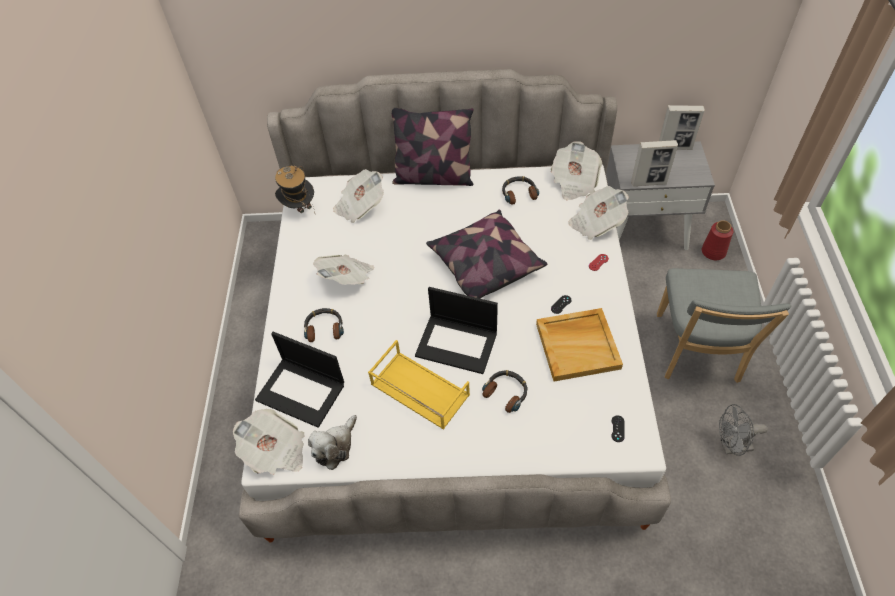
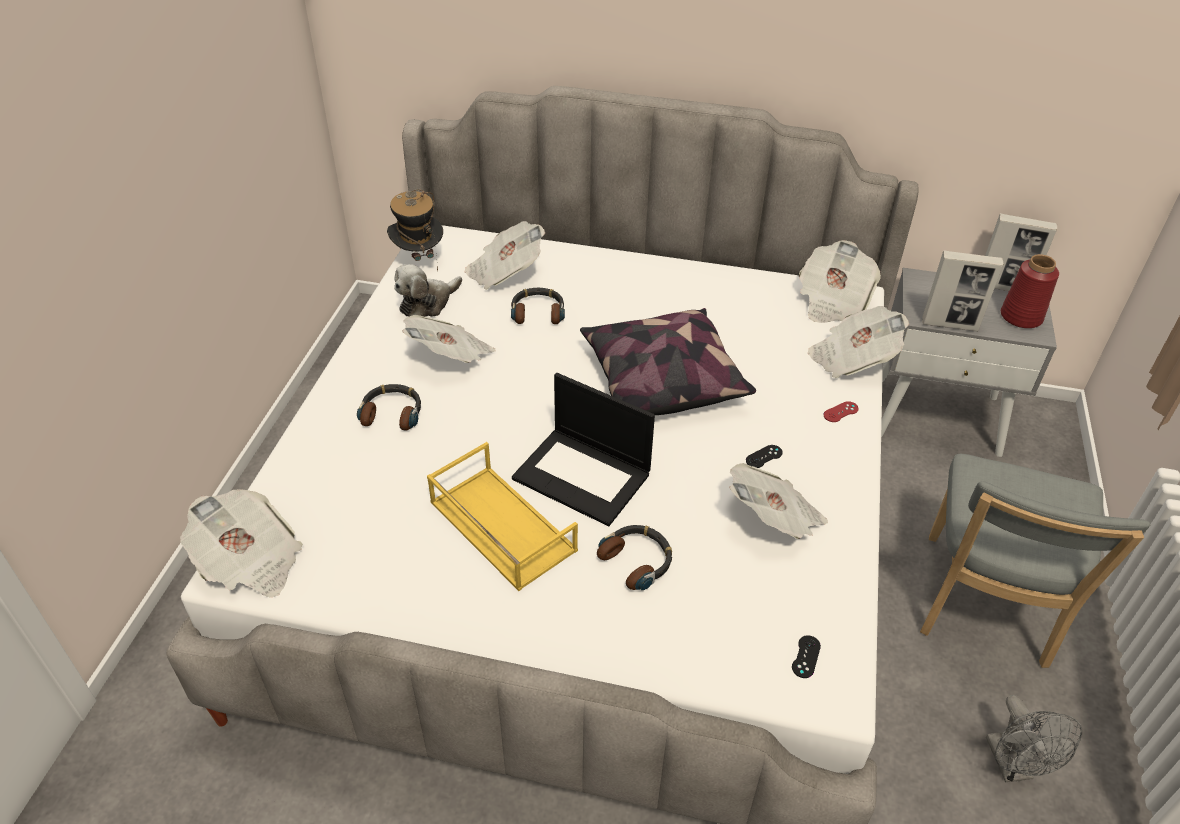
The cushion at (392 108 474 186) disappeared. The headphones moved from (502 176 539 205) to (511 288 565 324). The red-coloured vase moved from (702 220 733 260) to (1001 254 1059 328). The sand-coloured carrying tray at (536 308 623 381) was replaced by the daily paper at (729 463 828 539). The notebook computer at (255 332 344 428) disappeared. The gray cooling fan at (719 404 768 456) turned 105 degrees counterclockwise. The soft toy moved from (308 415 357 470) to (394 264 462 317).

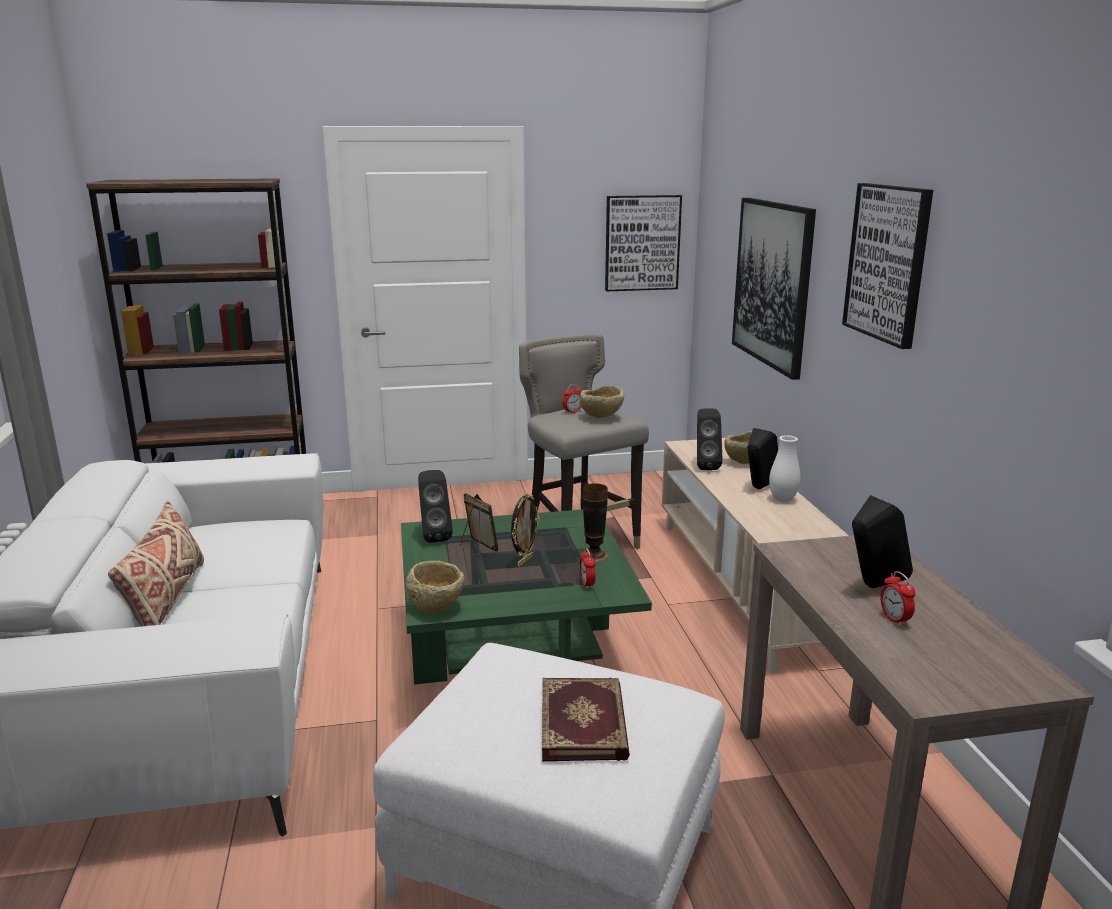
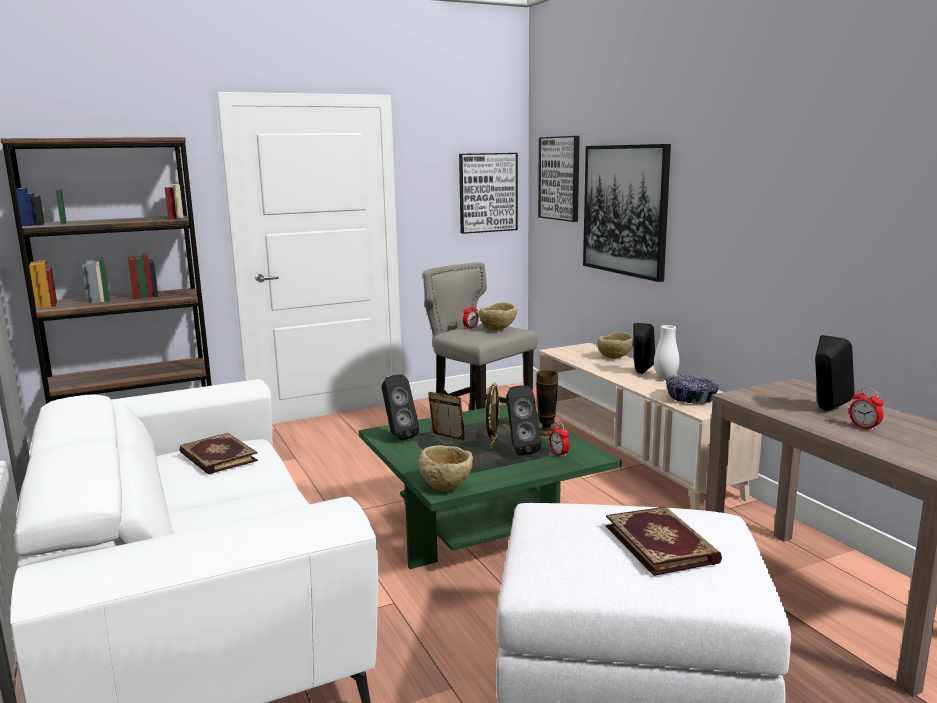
The wall picture moved from (842 183 933 349) to (538 136 580 222). The blackish audio speaker moved from (697 408 723 470) to (506 385 541 455). The sand-coloured cushion at (108 501 204 627) disappeared. The bowl at (665 375 720 404) appeared. The bound book at (179 433 258 474) appeared.

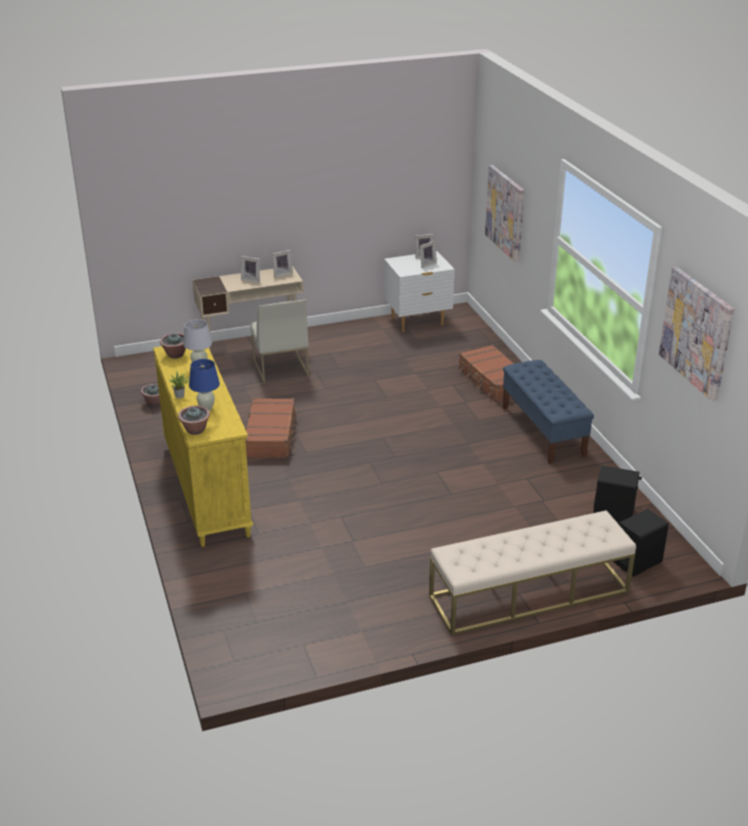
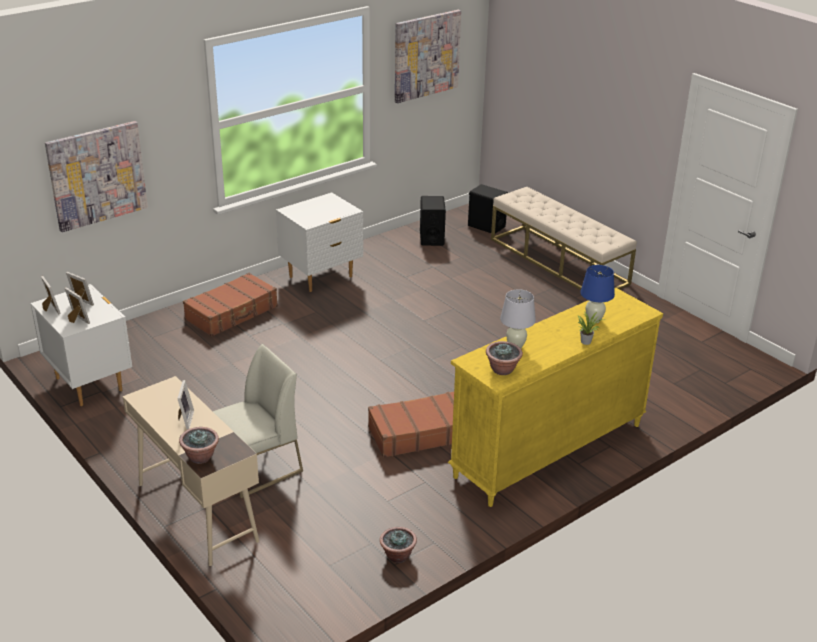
The standing frame moved from (272 250 293 277) to (64 287 90 324). The bluish long seat at (502 360 594 464) was replaced by the white-coloured nightstand at (276 192 363 292). The potted plant moved from (178 406 210 435) to (179 427 219 464).

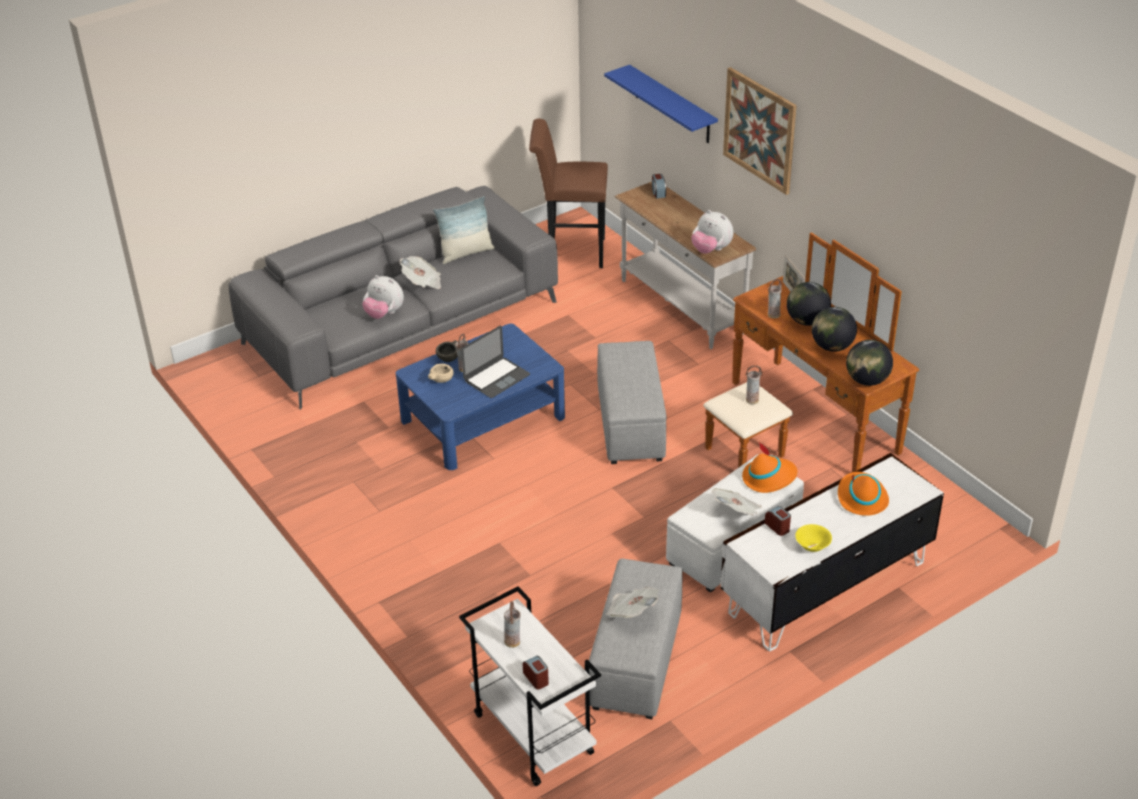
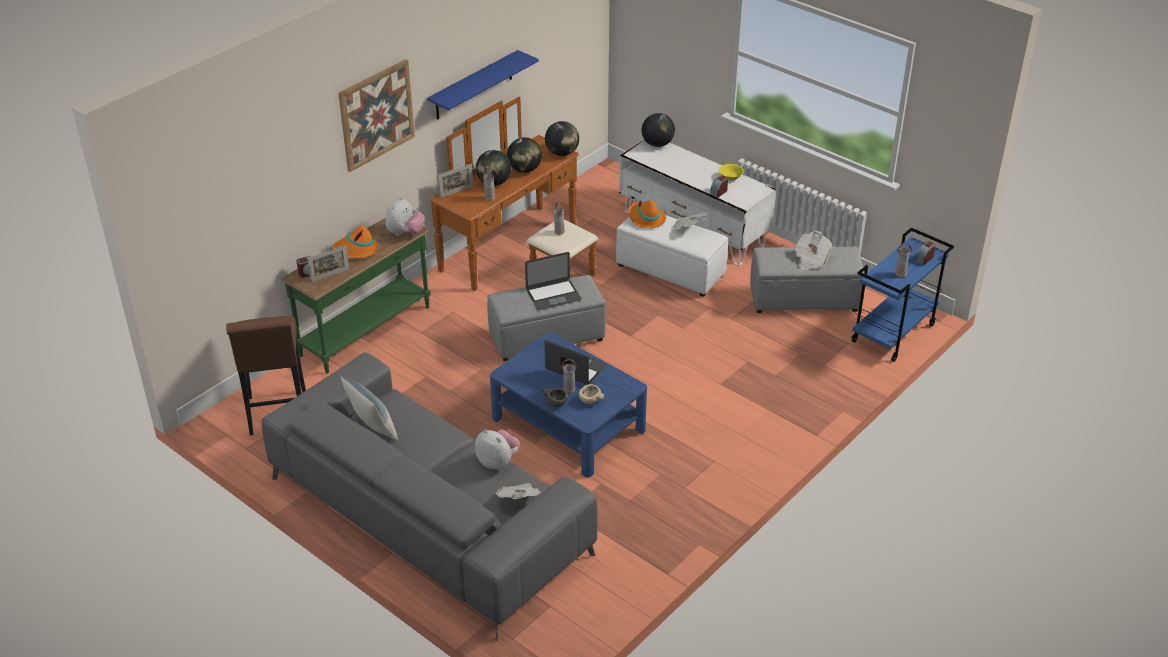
The bluish shelf moved from (604 65 718 143) to (427 50 539 120). The white-coloured console table at (615 182 756 349) became the green-coloured console table at (281 218 431 374). The daily paper moved from (400 256 441 289) to (496 483 541 499). The soft toy at (362 275 404 319) turned 60 degrees counterclockwise. The orange-coloured clothing hat moved from (838 472 889 516) to (333 225 378 258). The white-coloured cart at (459 586 601 786) became the bluish cart at (851 228 954 362). The desk globe at (641 113 675 147) appeared. The standing frame at (308 245 349 282) appeared. The notebook computer at (525 252 582 310) appeared.

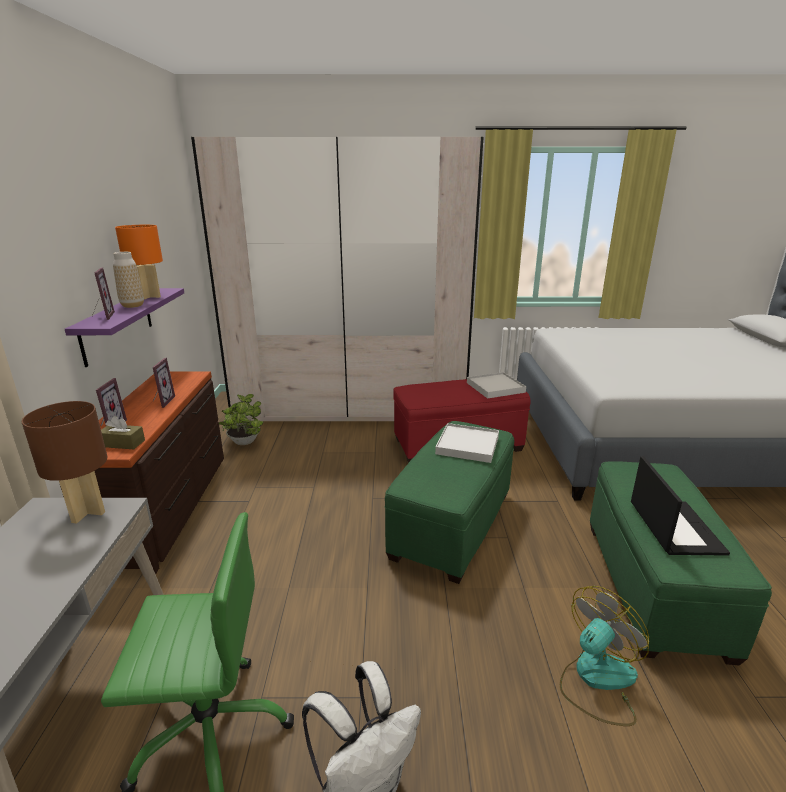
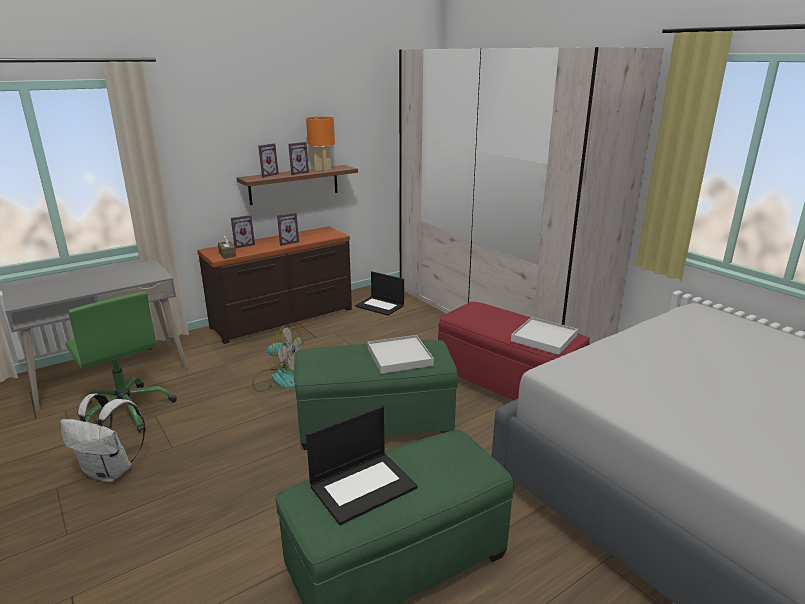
The vase at (113 252 144 308) was replaced by the standing frame at (288 142 309 175). The purple shelf at (65 288 184 367) became the brown-coloured shelf at (236 165 358 205). The potted plant at (219 394 264 445) was replaced by the notebook computer at (355 271 404 316). The brown-coloured table lamp at (22 401 107 523) disappeared. The cooling fan moved from (560 586 649 726) to (252 325 304 392).

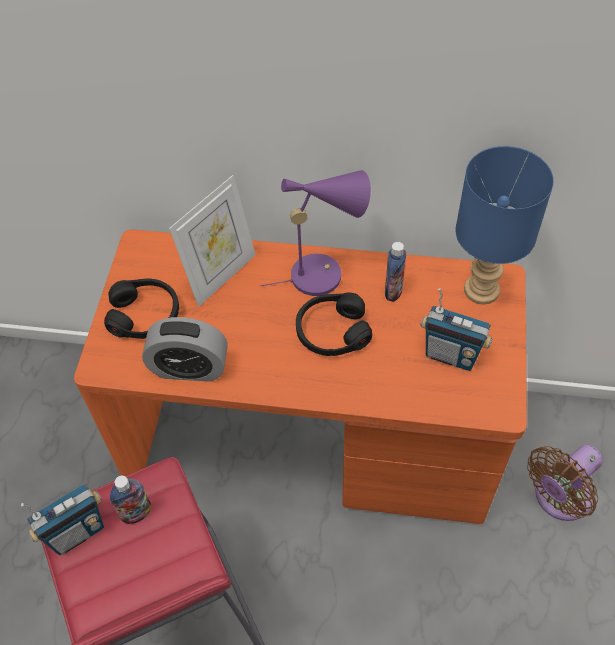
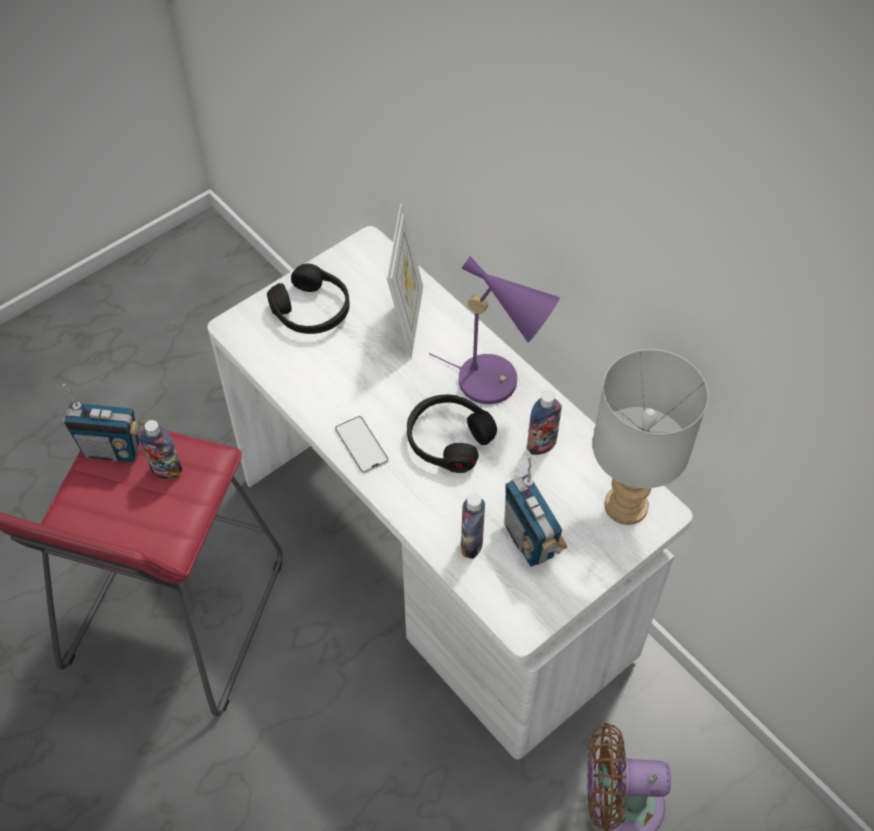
The bluish table lamp at (455 146 554 304) became the gray table lamp at (592 349 708 525). The standing frame at (169 175 255 307) turned 75 degrees counterclockwise. The orange-coloured desk at (74 230 527 524) became the white-coloured desk at (207 226 693 760). The bedside clock at (142 317 228 382) disappeared. The handset at (335 416 389 473) appeared. The drink bottle at (461 493 485 559) appeared.

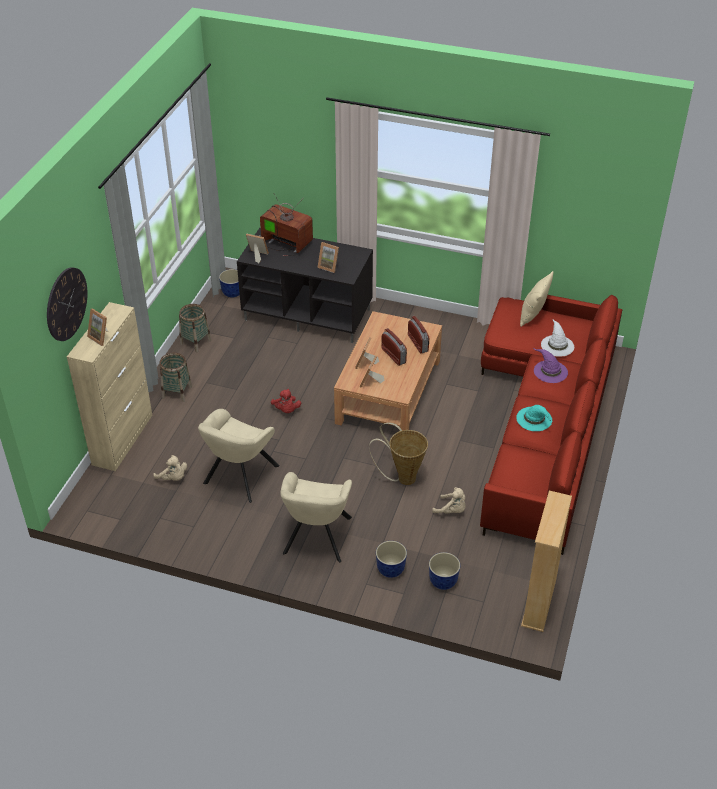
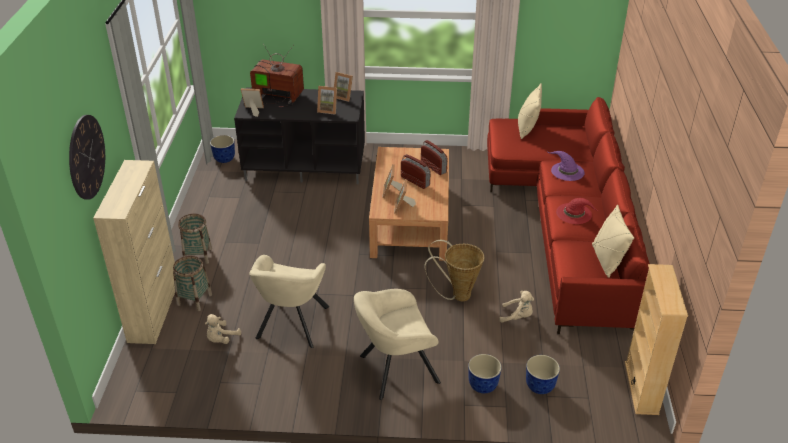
The basket moved from (179 304 211 352) to (173 256 212 311). The standing frame moved from (87 308 108 346) to (334 72 353 102). The white-coloured clothing hat at (541 320 574 357) disappeared. The red-coloured soft toy at (271 389 301 413) disappeared. The turquoise-coloured clothing hat at (516 405 553 431) became the red-coloured clothing hat at (556 198 599 224). The sand-coloured soft toy at (153 455 187 481) turned 105 degrees clockwise. The sand-coloured easy chair at (280 472 352 562) turned 75 degrees clockwise. The sand-coloured cushion at (592 205 634 278) appeared.

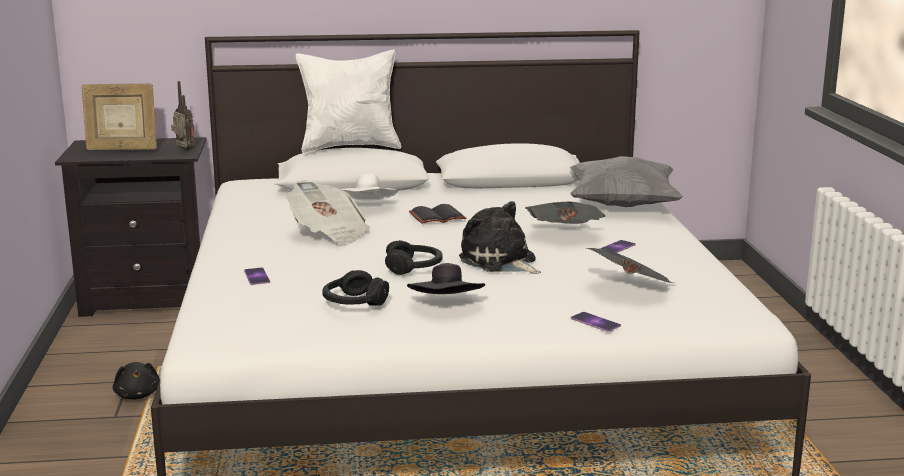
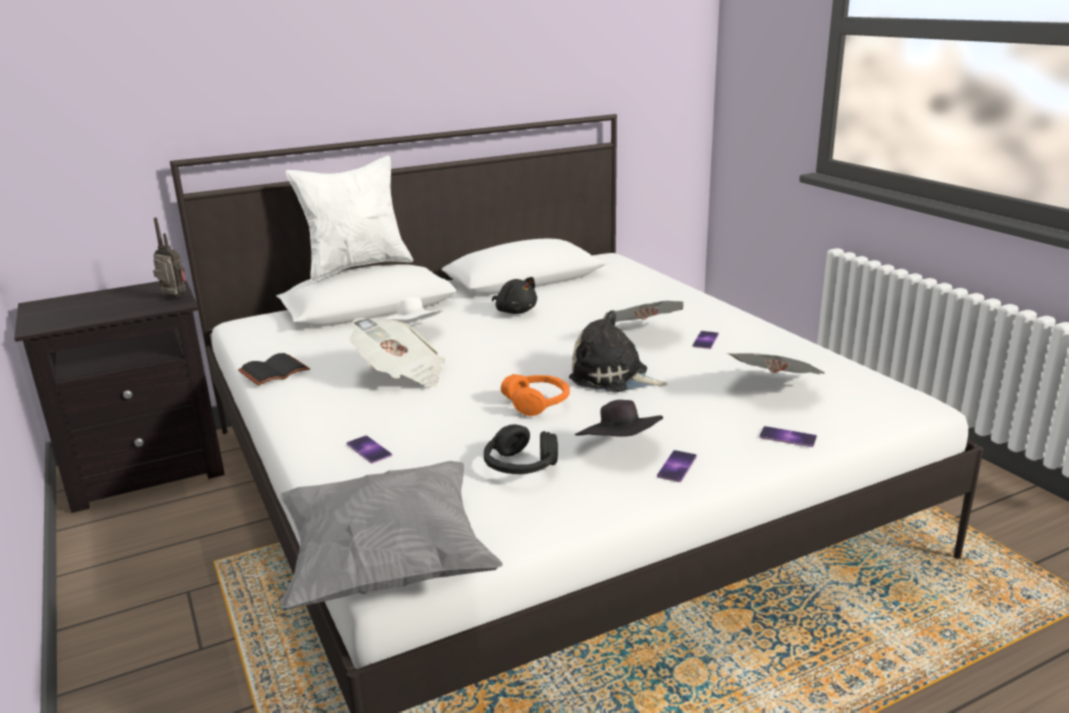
The standing frame at (81 83 157 150) disappeared. The gray cushion moved from (570 156 683 207) to (281 461 503 609). The blackish bound book moved from (409 204 466 224) to (238 353 310 386). The blackish headphones at (385 240 443 275) became the orange-coloured headphones at (501 374 570 416). The blackish soft toy moved from (113 362 160 400) to (492 277 537 314). The handset at (657 450 697 482) appeared.

